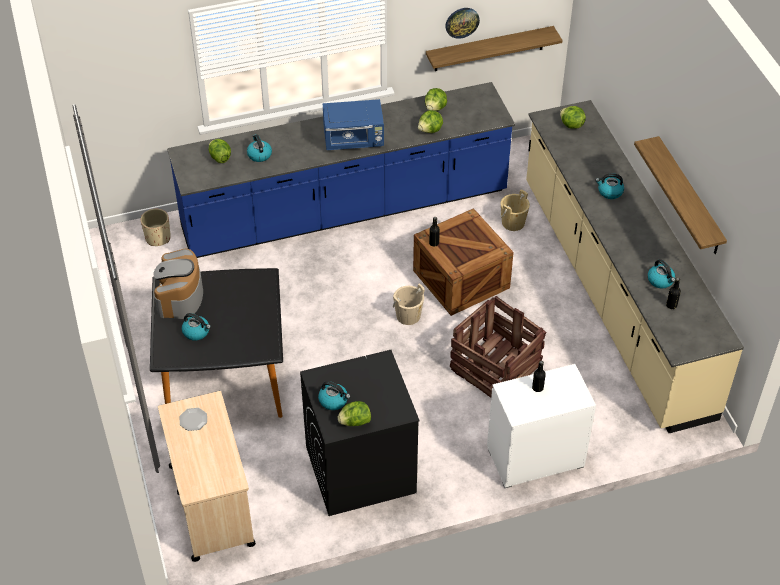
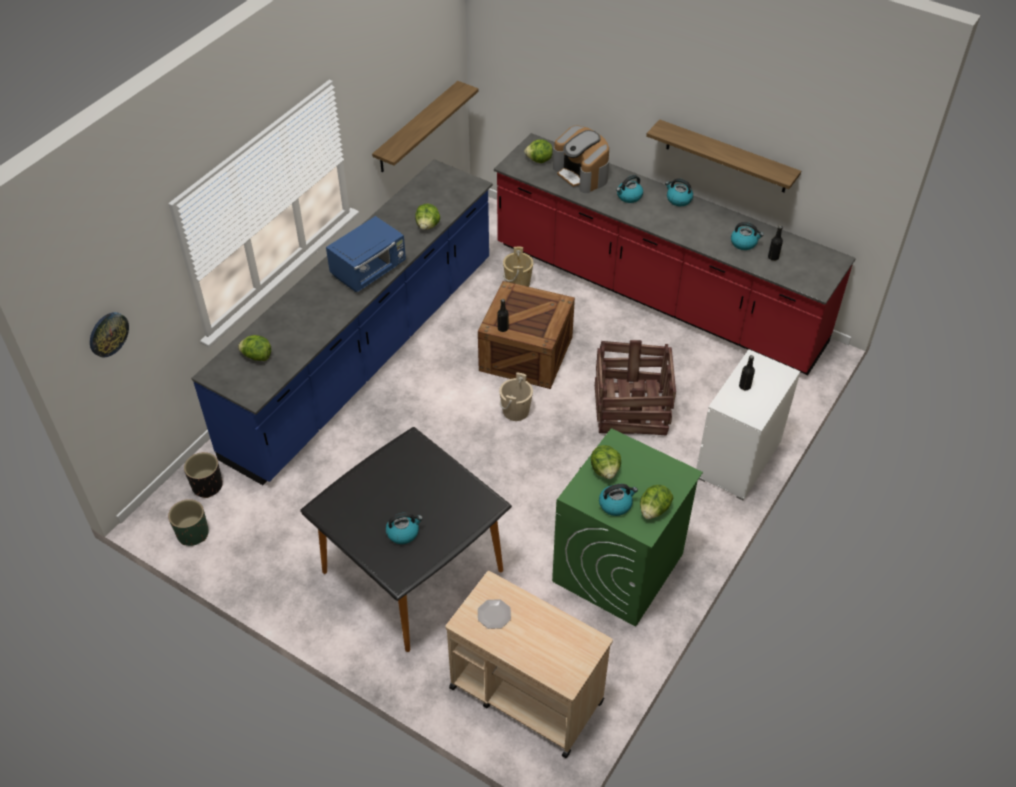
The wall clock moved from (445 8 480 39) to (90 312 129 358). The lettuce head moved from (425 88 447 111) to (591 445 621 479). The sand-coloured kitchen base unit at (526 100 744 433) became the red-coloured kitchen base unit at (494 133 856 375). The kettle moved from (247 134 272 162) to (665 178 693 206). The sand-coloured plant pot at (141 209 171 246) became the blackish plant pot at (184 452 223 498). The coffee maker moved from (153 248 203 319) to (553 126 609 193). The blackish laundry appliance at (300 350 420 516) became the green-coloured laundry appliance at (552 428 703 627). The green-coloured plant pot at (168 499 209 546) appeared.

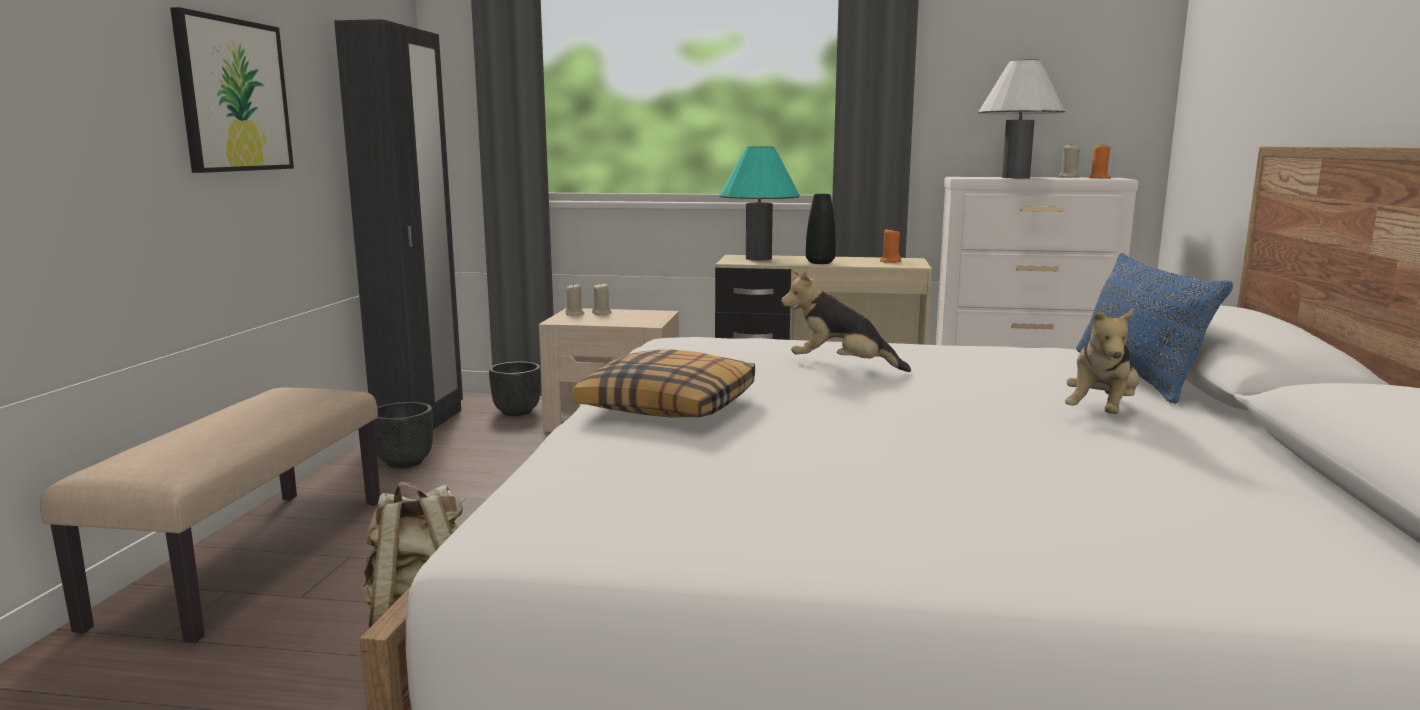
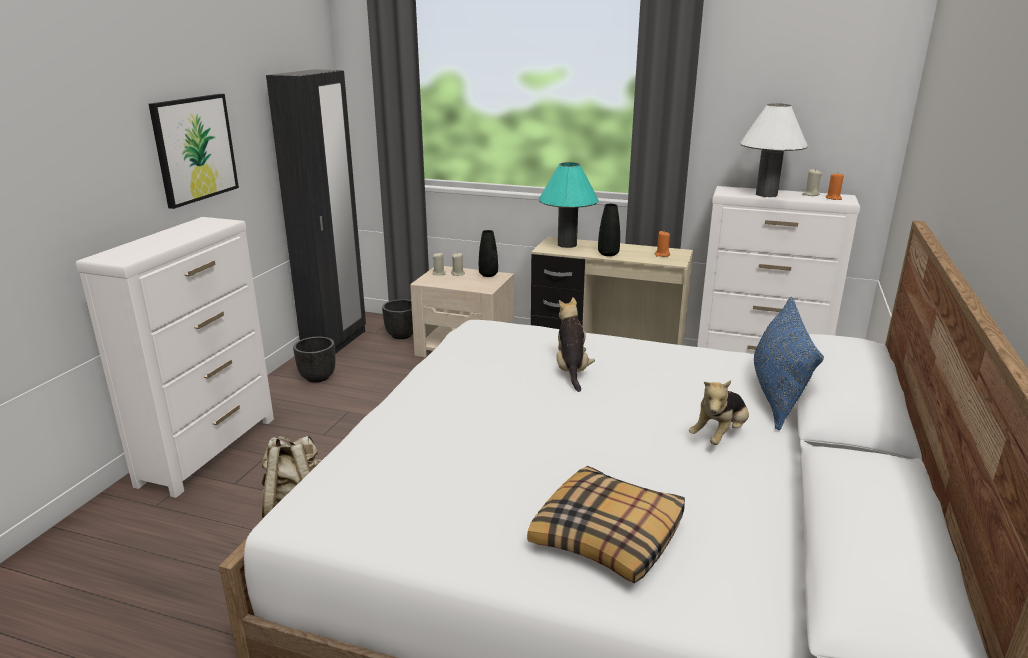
The soft toy at (781 270 911 372) turned 60 degrees clockwise. The cushion moved from (574 349 755 417) to (527 466 685 583). The sand-coloured long seat at (40 387 380 643) was replaced by the white-coloured dresser at (76 217 274 498). The blackish vase at (479 230 498 277) appeared.

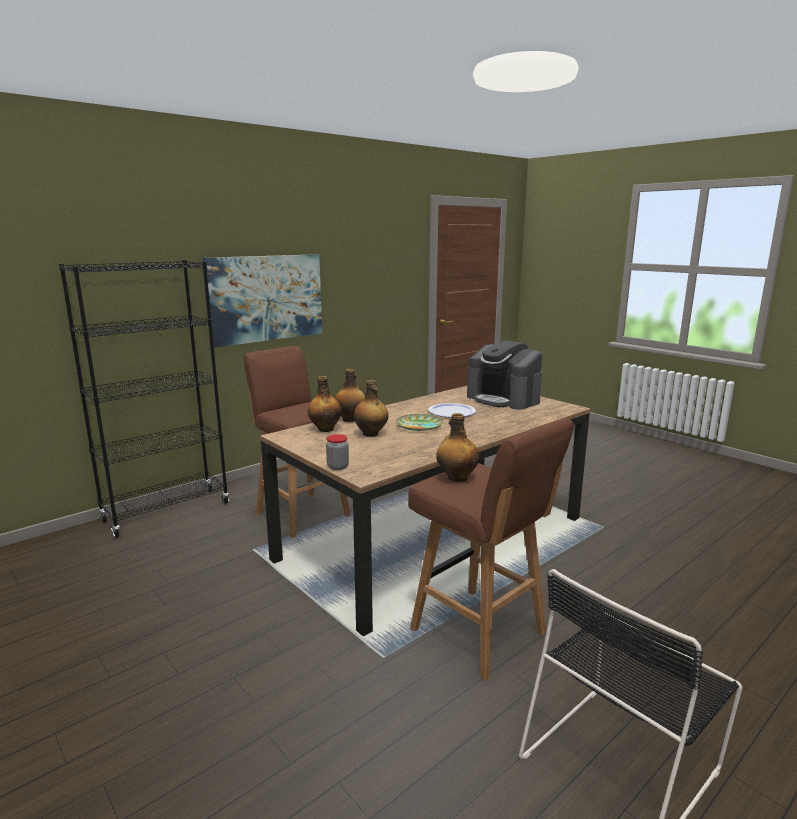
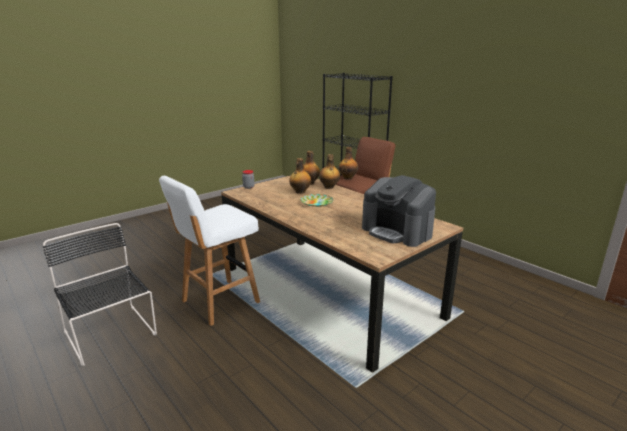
The wall picture at (203 254 322 348) disappeared. The coffee maker at (467 341 542 410) turned 90 degrees counterclockwise. The dinner plate at (428 403 476 417) disappeared. The drink bottle moved from (436 413 479 482) to (339 147 358 180). The brown-coloured sitting stool at (408 418 574 681) became the white-coloured sitting stool at (159 176 260 326).

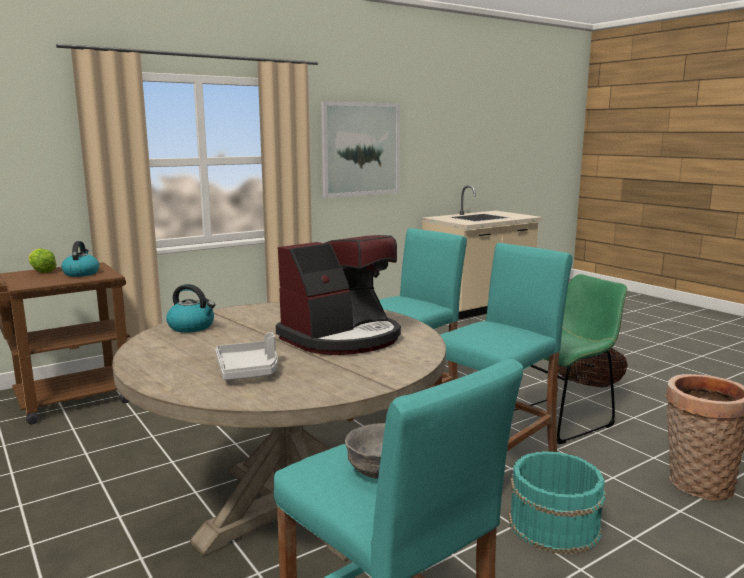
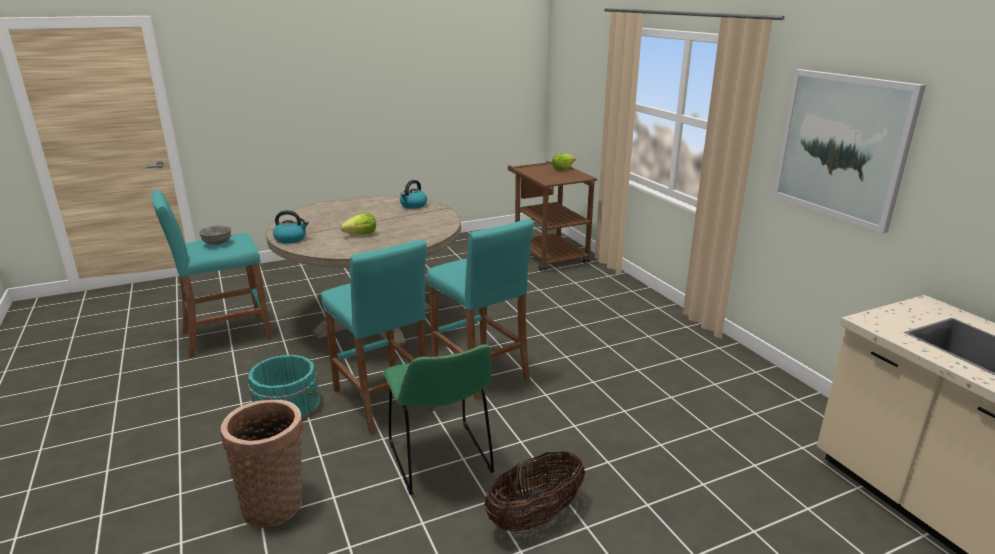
The coffee maker at (276 235 401 355) was replaced by the lettuce head at (340 213 376 235). The kettle moved from (61 241 99 277) to (273 210 309 244). The gray carrying tray at (215 332 278 380) disappeared.

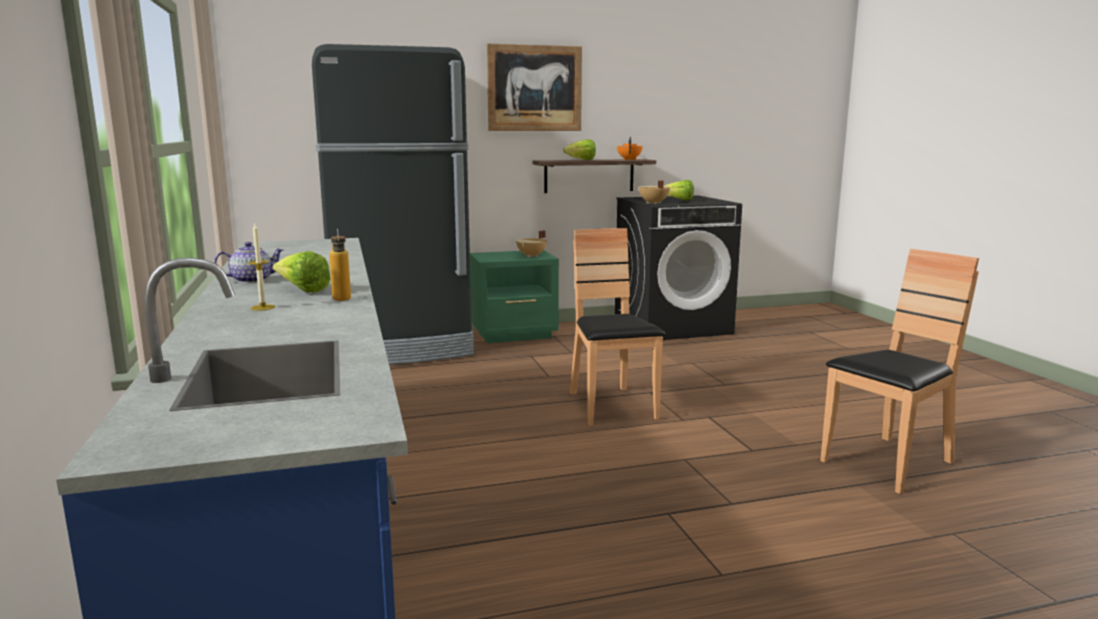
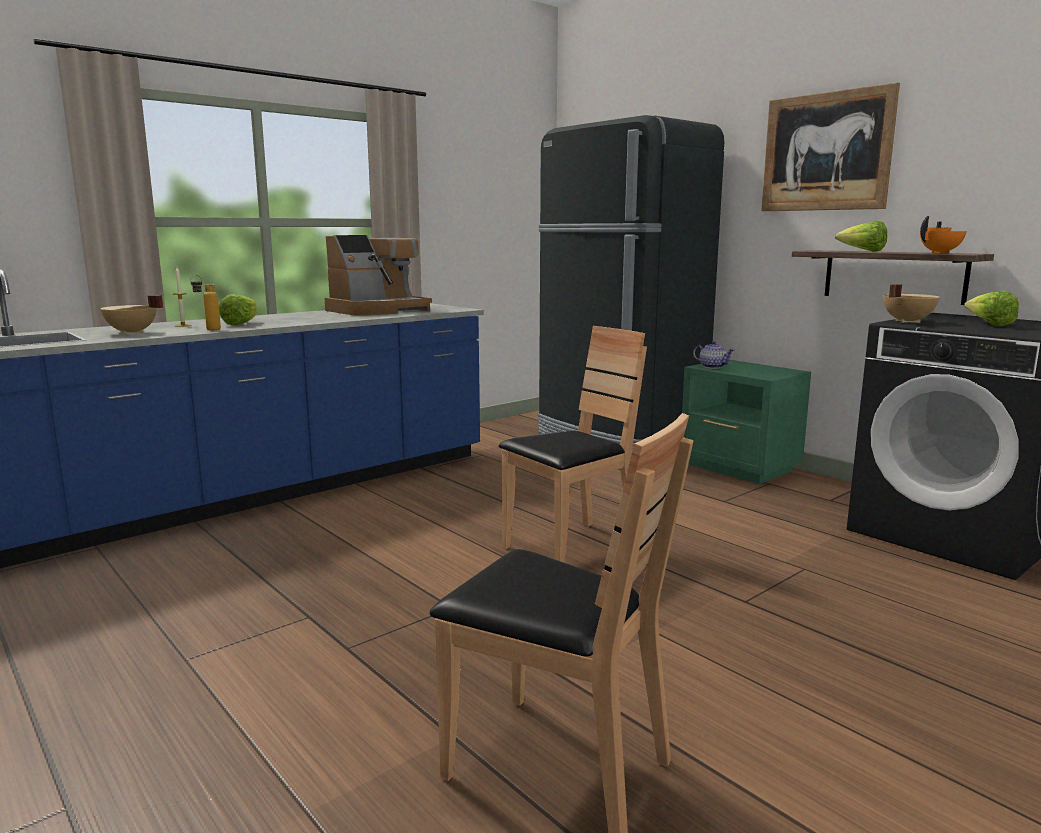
The sand-coloured stockpot moved from (516 230 547 257) to (100 295 163 334). The pot for tea moved from (214 242 284 283) to (693 341 735 369). The coffee maker at (325 235 432 315) appeared.

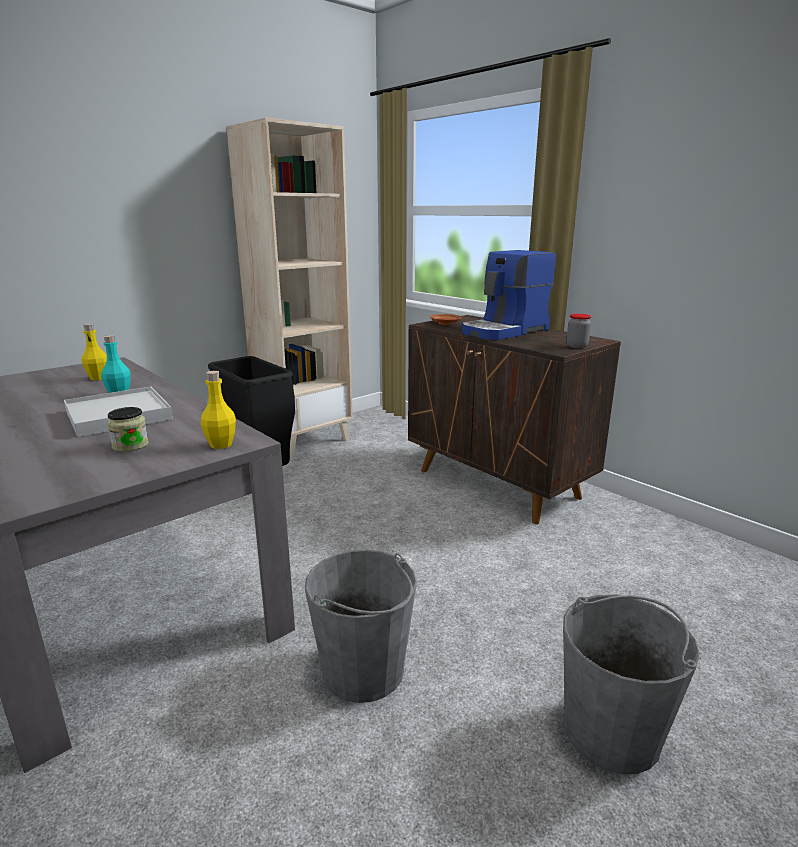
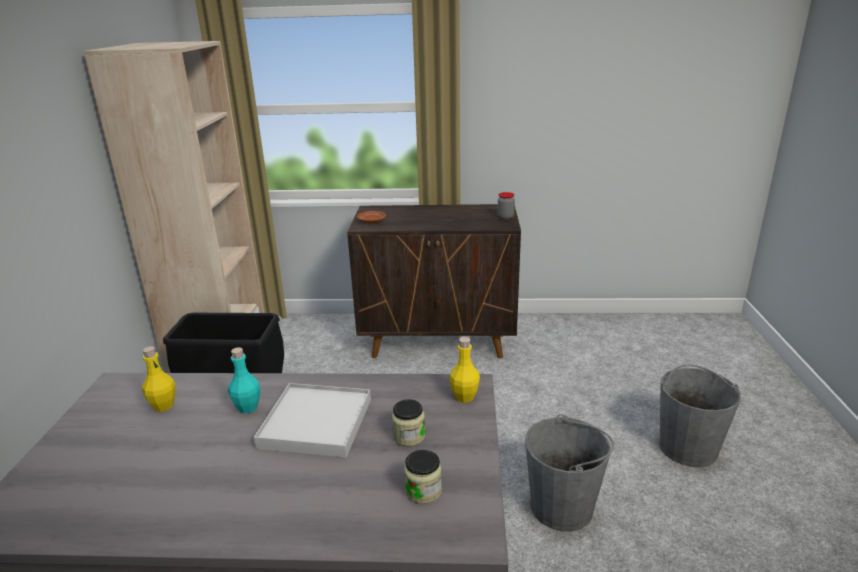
The coffee maker at (462 250 556 340) disappeared. The storage jar at (404 450 442 504) appeared.

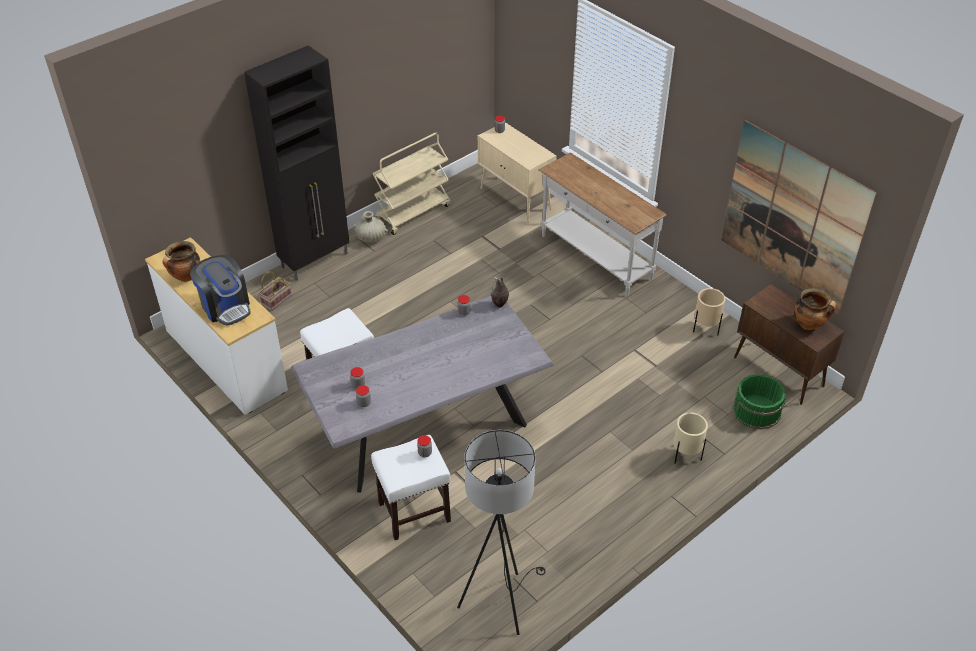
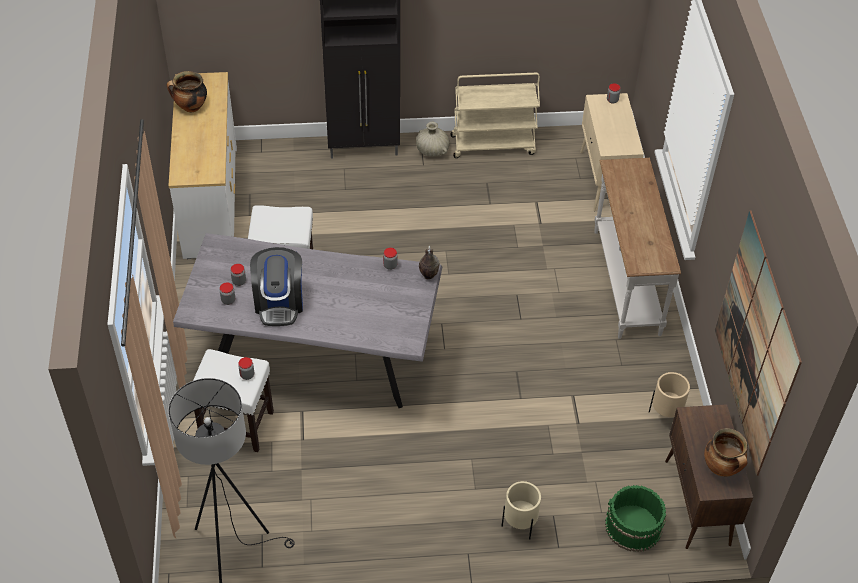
The coffee maker moved from (190 255 250 326) to (250 247 303 326). The basket at (258 271 292 311) disappeared.

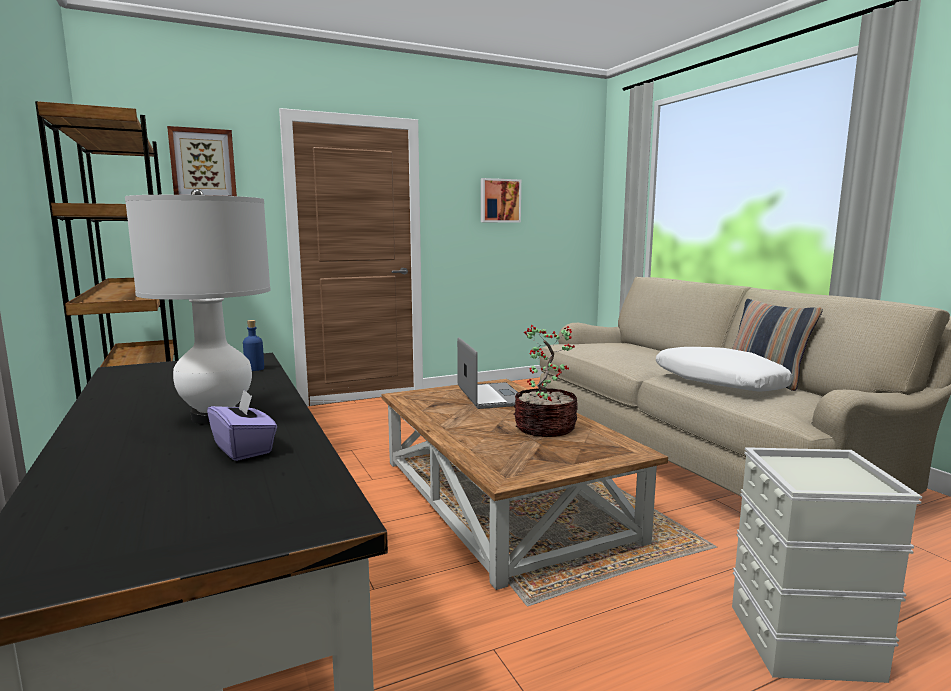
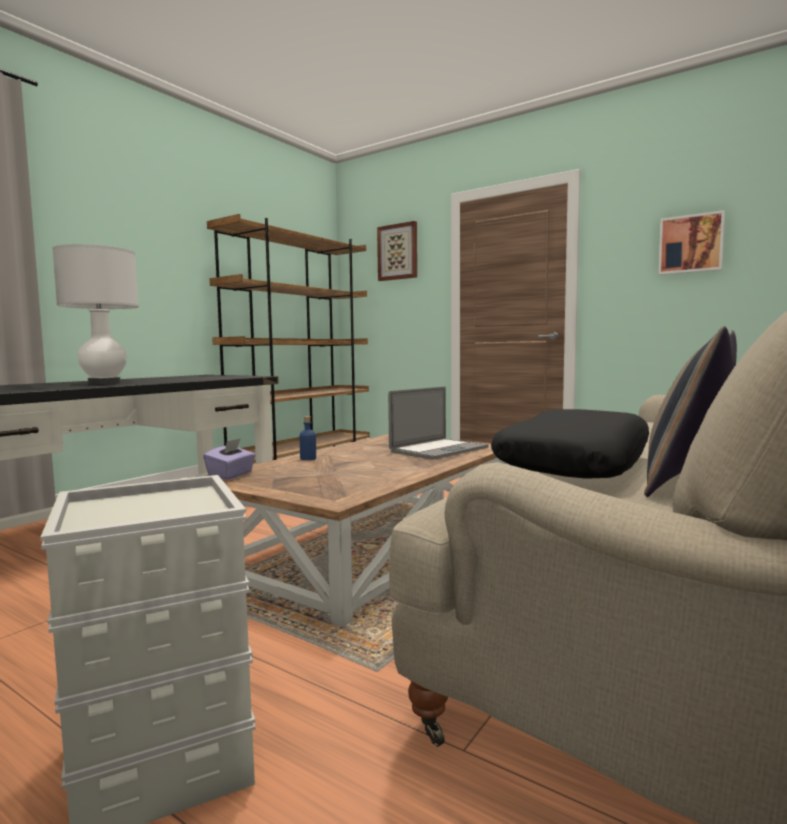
The bluish drink bottle moved from (243 320 264 371) to (300 416 316 460). The potted plant at (513 325 578 437) disappeared. The white-coloured cushion at (656 347 793 392) became the blackish cushion at (491 409 649 479). The purple tissue holder moved from (207 390 277 461) to (203 438 256 480).

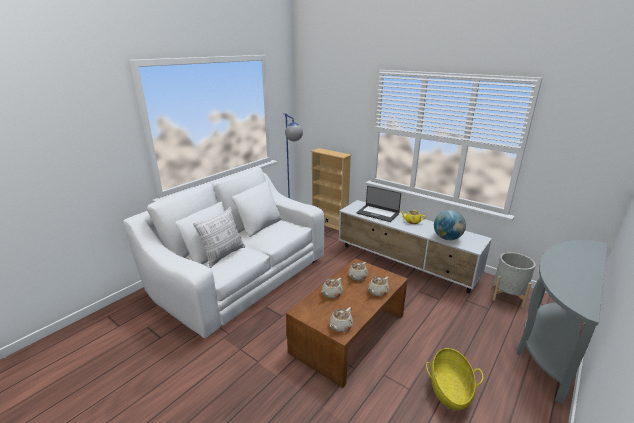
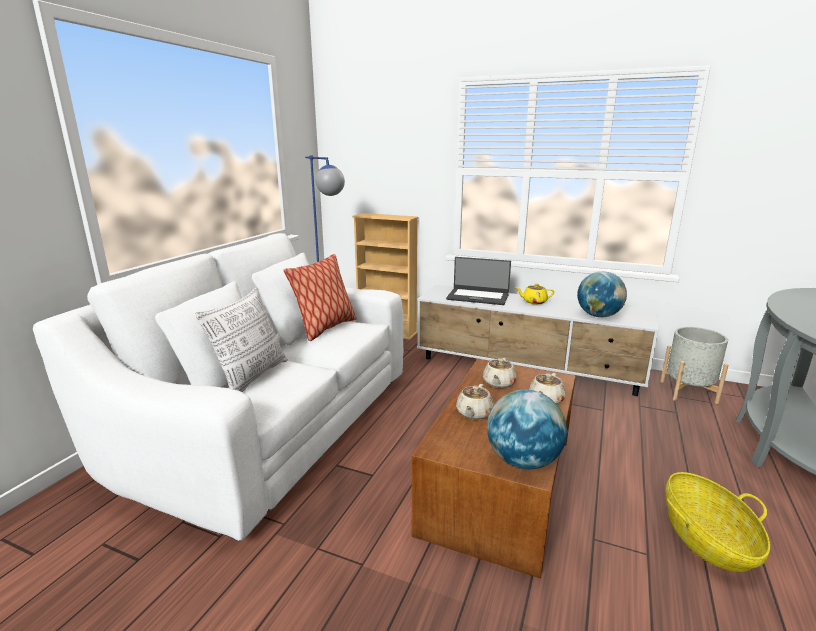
The sand-coloured pot for tea at (330 307 353 332) was replaced by the desk globe at (487 390 567 469). The cushion at (283 254 357 341) appeared.

